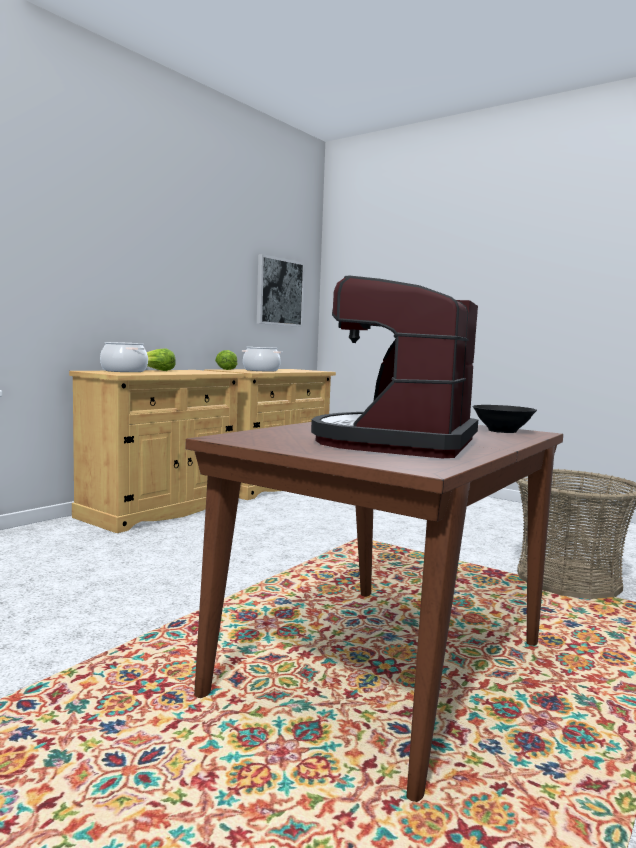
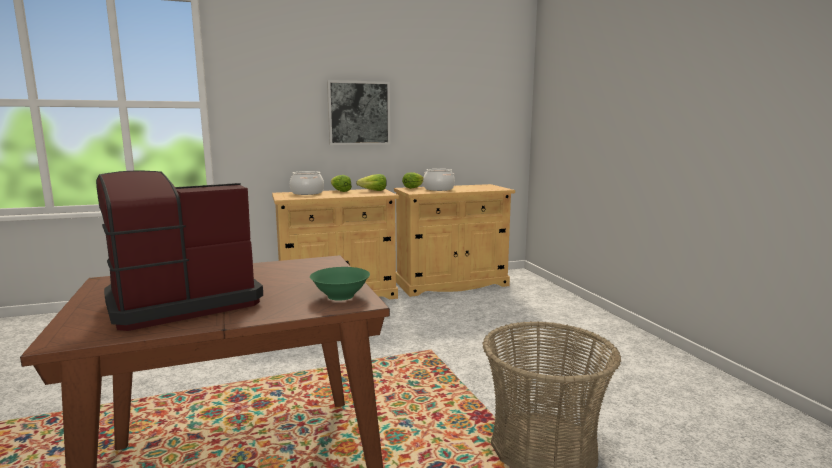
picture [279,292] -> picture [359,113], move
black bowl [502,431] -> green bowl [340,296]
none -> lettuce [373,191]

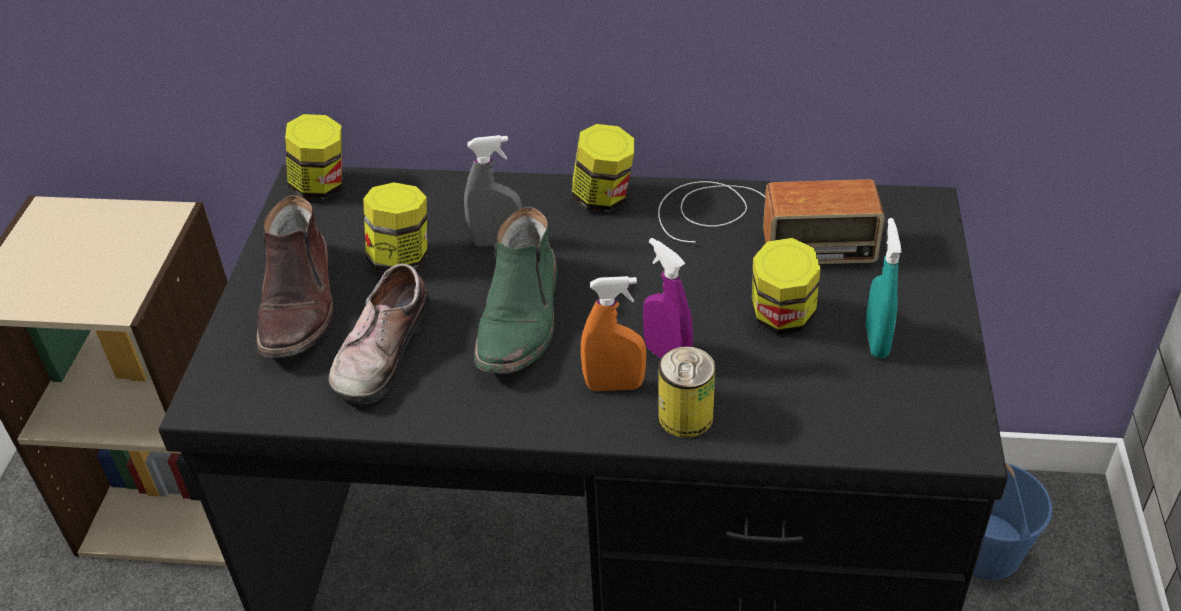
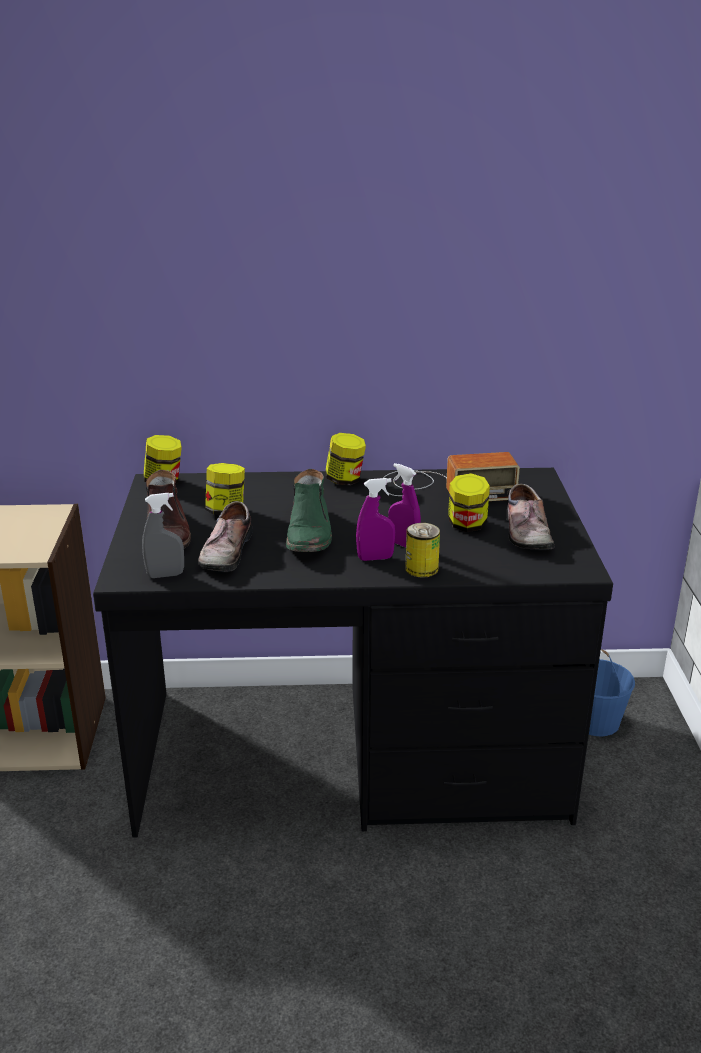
grey spray bottle [497,241] -> grey spray bottle [165,575], move
orange spray bottle [614,385] -> purple spray bottle [375,558]
turquoise spray bottle [876,341] -> shoe [525,532]

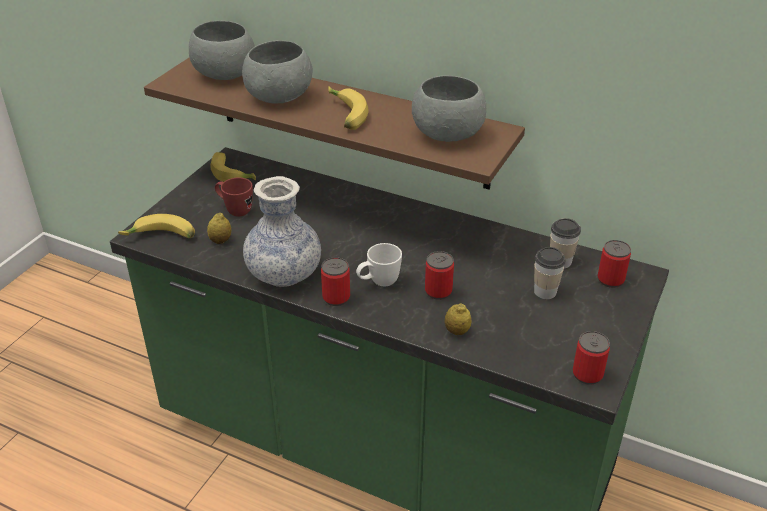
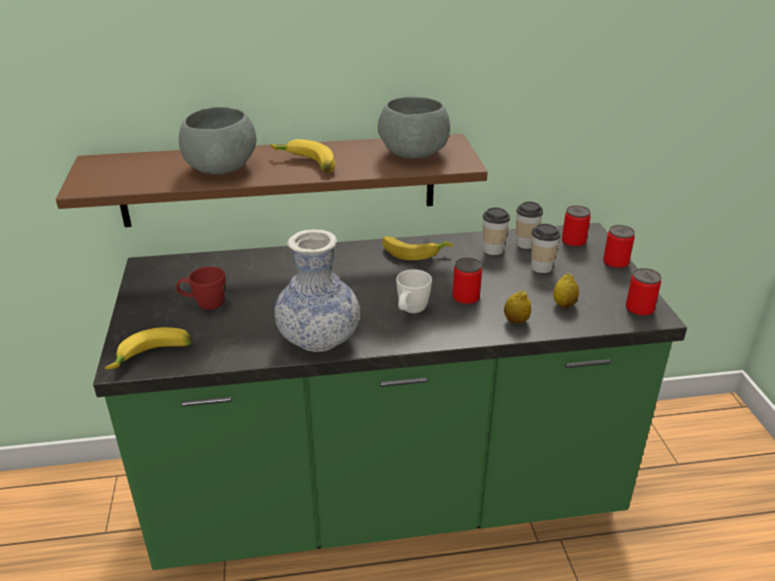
grey bowl [225,74] -> none
lemon [220,241] -> lemon [564,305], move
banana [233,174] -> banana [414,252], move
can [336,298] -> can [615,263], move
none -> cup [493,250]

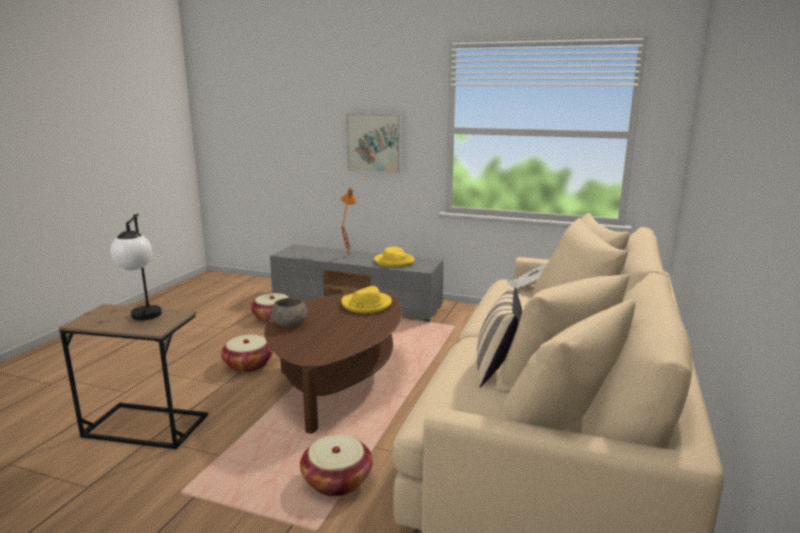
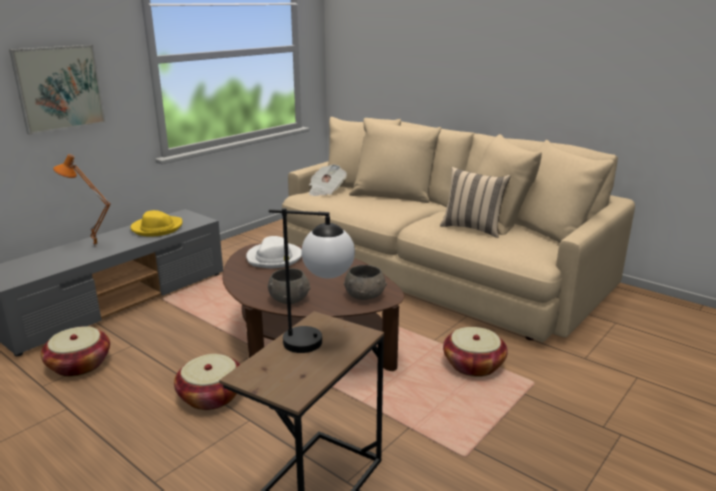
yellow hat [366,305] -> white hat [274,258]
none -> grey bowl [365,296]

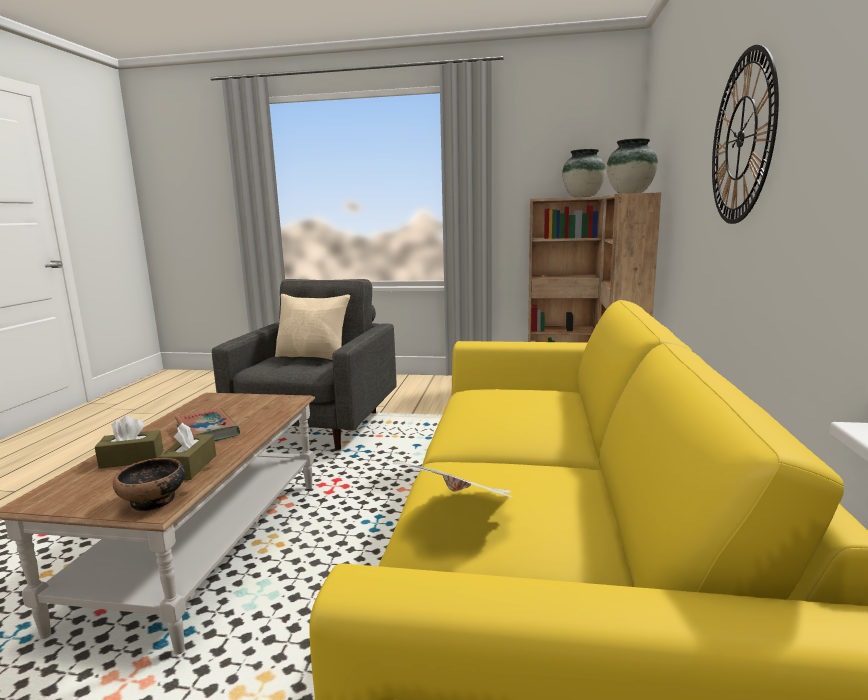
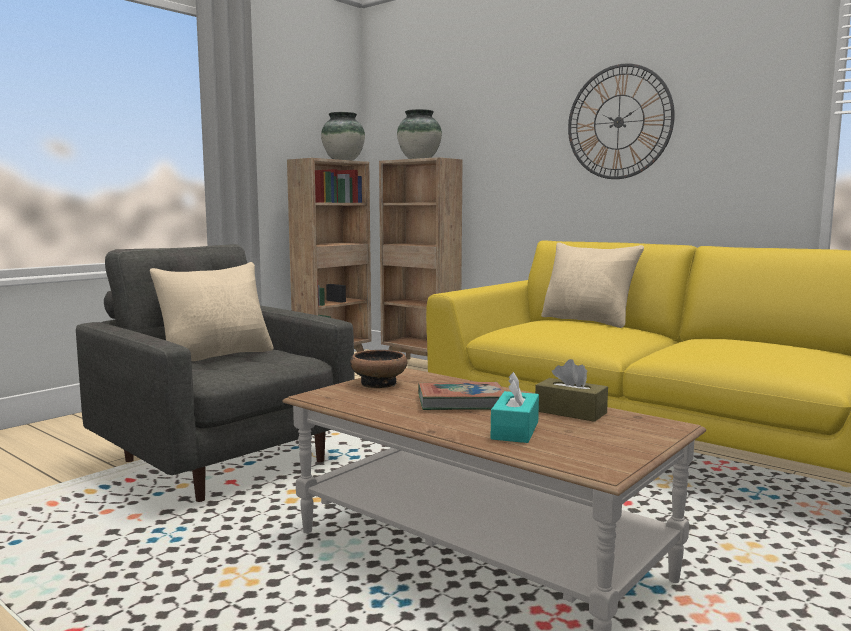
brown tissue box [132,459] -> turquoise tissue box [515,430]
bowl [154,501] -> bowl [379,383], move
newspaper [459,510] -> none
none -> beige pillow [588,321]

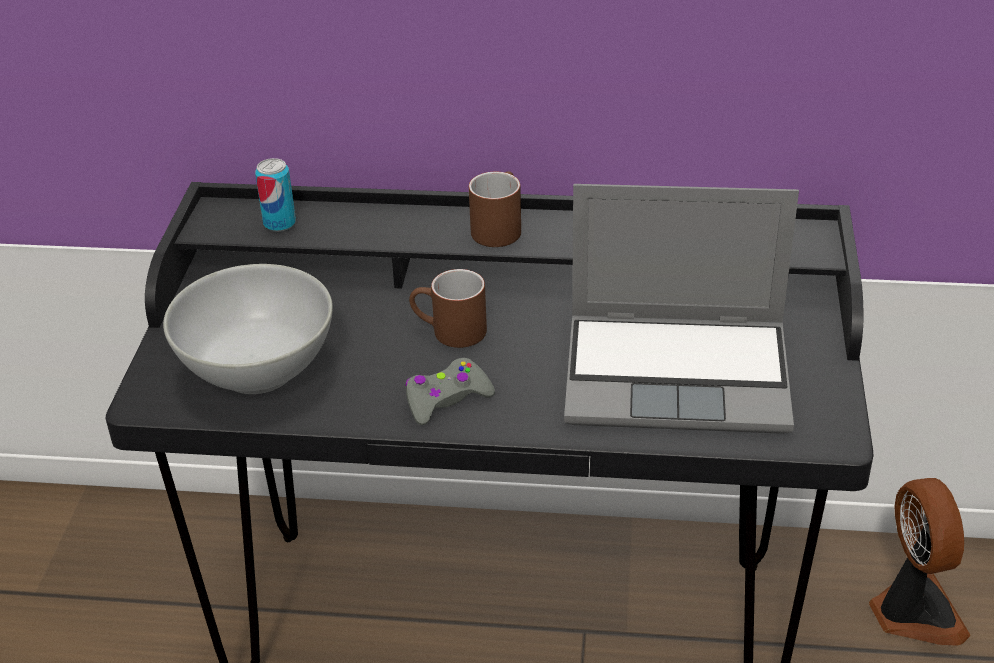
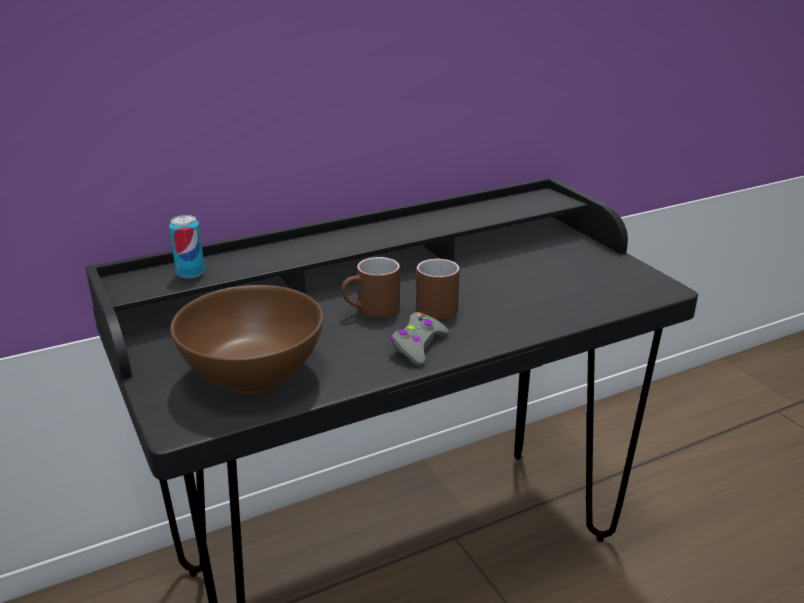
white bowl [258,370] -> brown bowl [254,375]
brown mug [498,227] -> brown mug [433,305], move
laptop [680,374] -> none
fan [913,612] -> none

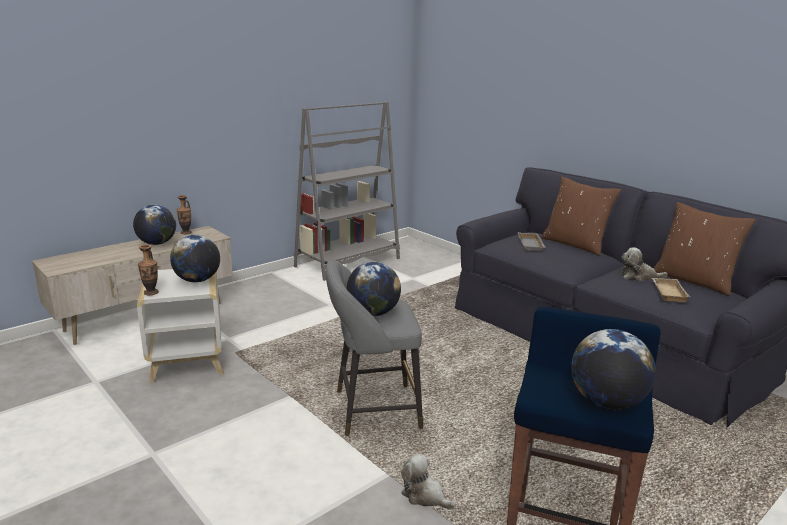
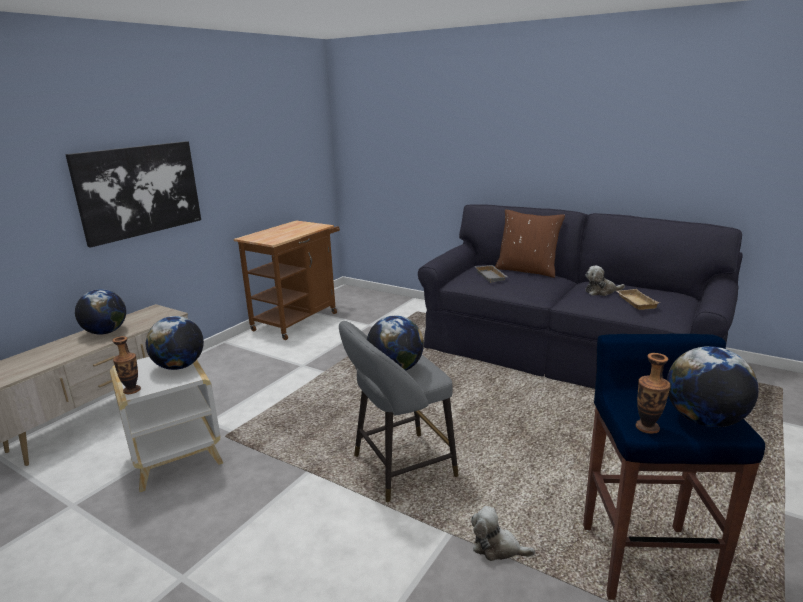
vase [186,233] -> vase [647,427], move
grey bookcase [348,262] -> brown cart [298,319]
brown pillow [694,280] -> none
none -> picture [139,190]

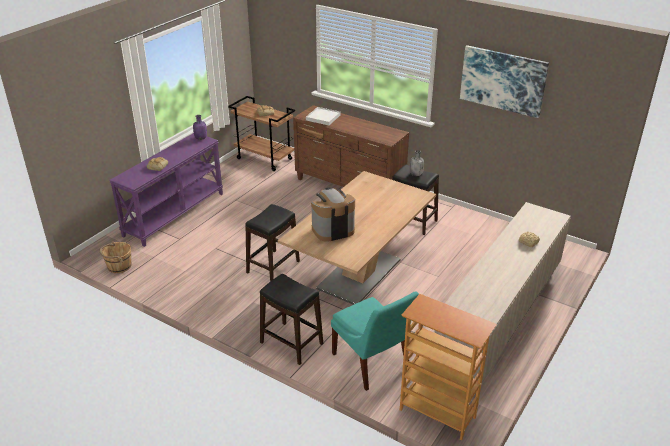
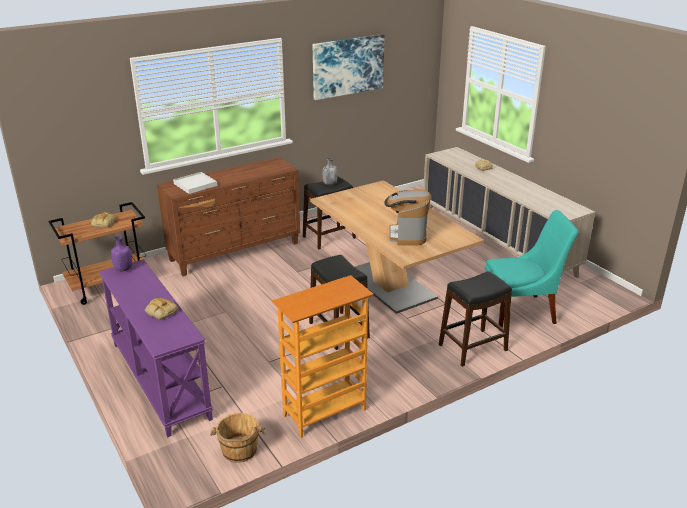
bookcase [436,414] -> bookcase [325,413], move

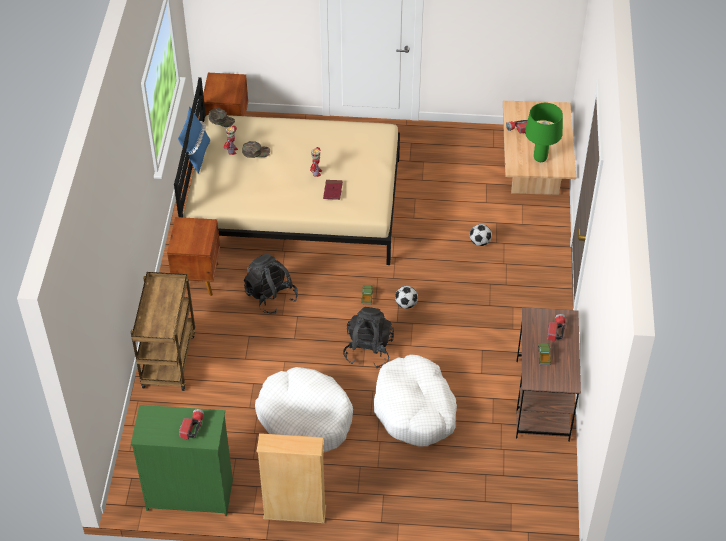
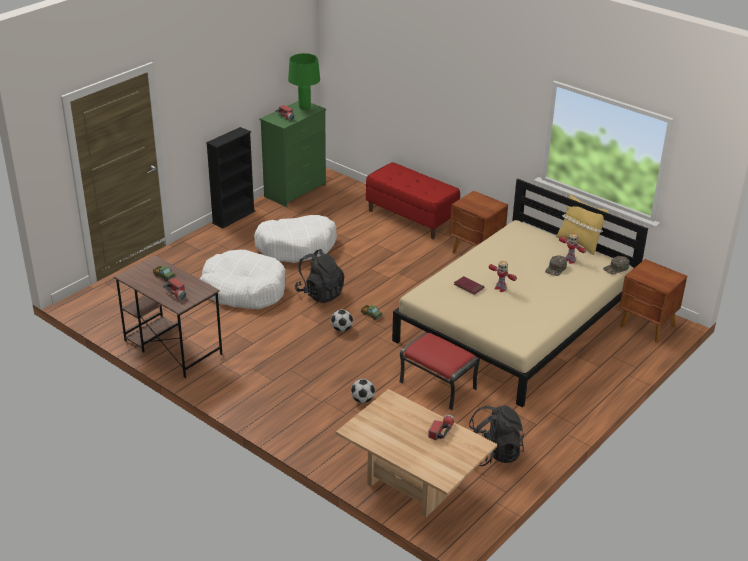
brown cart [168,359] -> red bench [411,218]
blue pillow [196,156] -> yellow pillow [579,243]
black backpack [271,296] -> black backpack [493,454], move
beige bookcase [294,512] -> black bookcase [233,217]
green table lamp [540,158] -> green table lamp [304,108], move
none -> red ottoman [438,386]

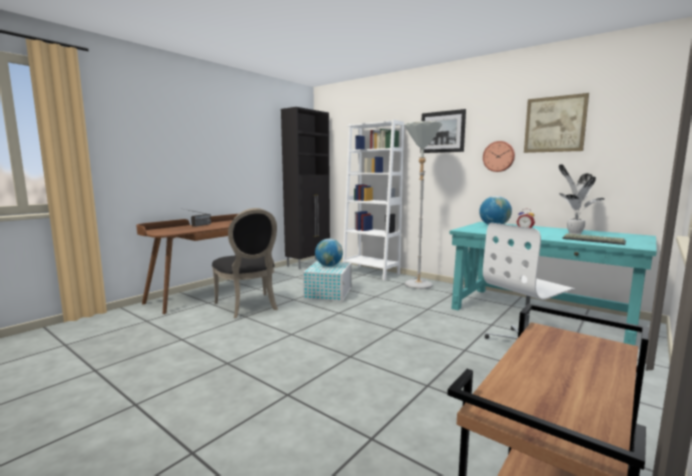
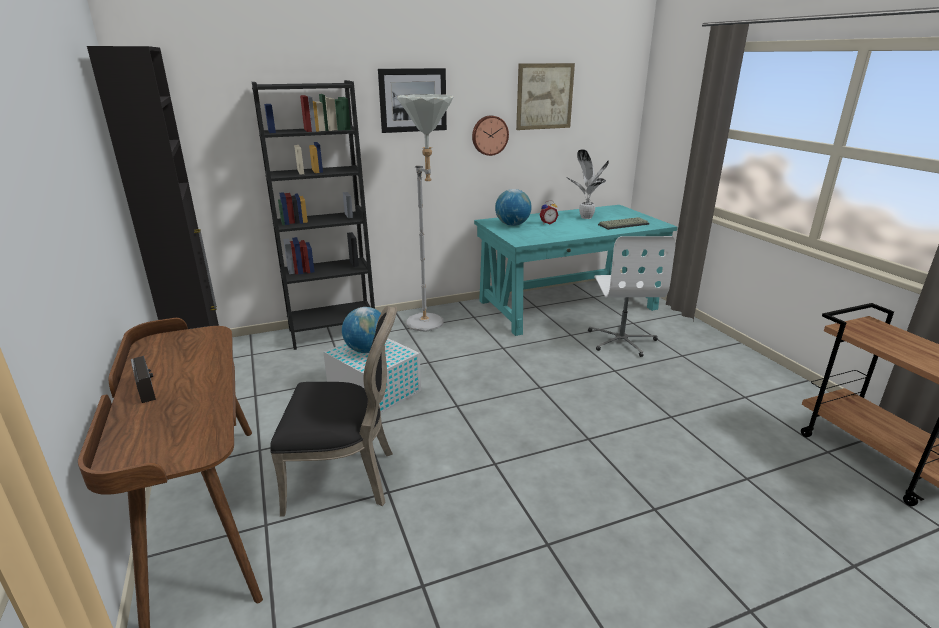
white bookcase [370,272] -> black bookcase [332,332]

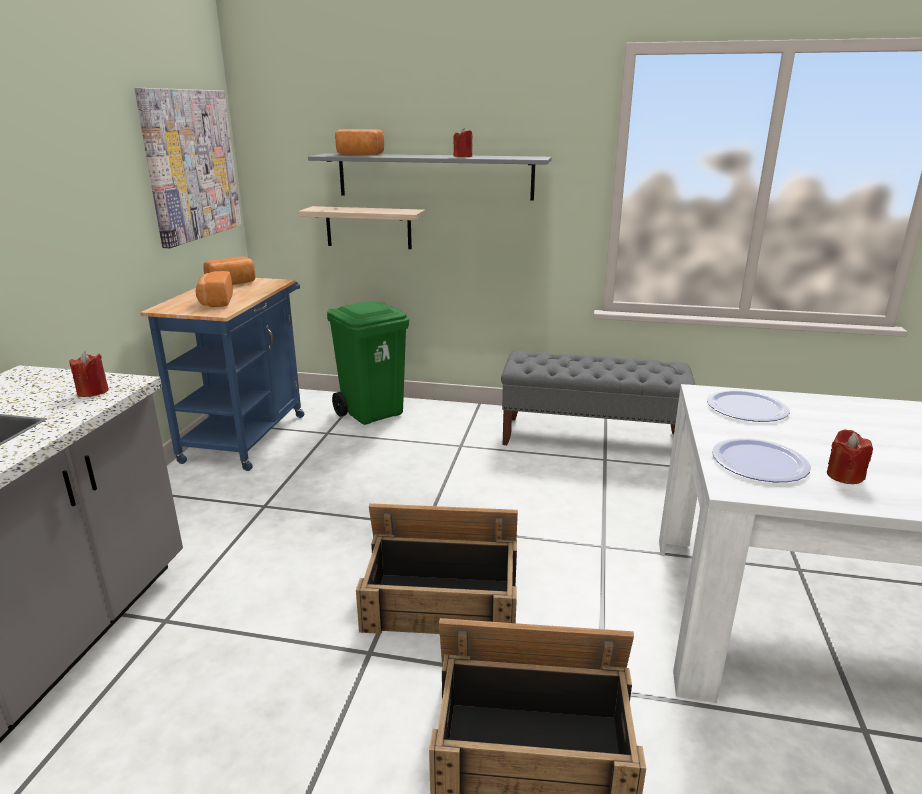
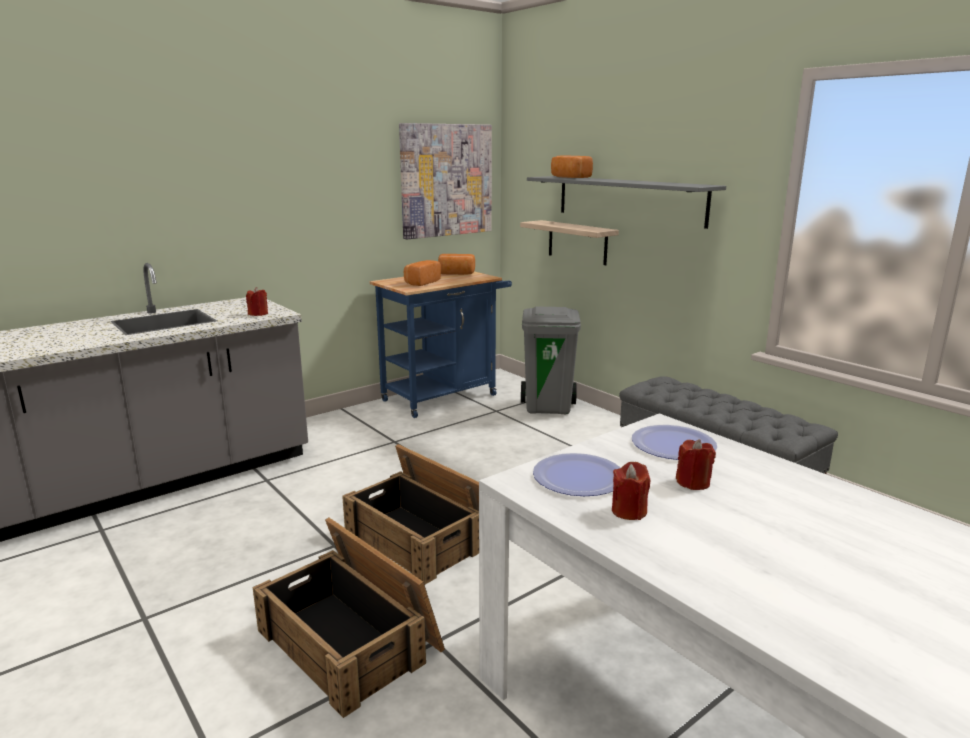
green trash can [373,413] -> grey trash can [548,407]
red candle [463,157] -> red candle [693,483], move

